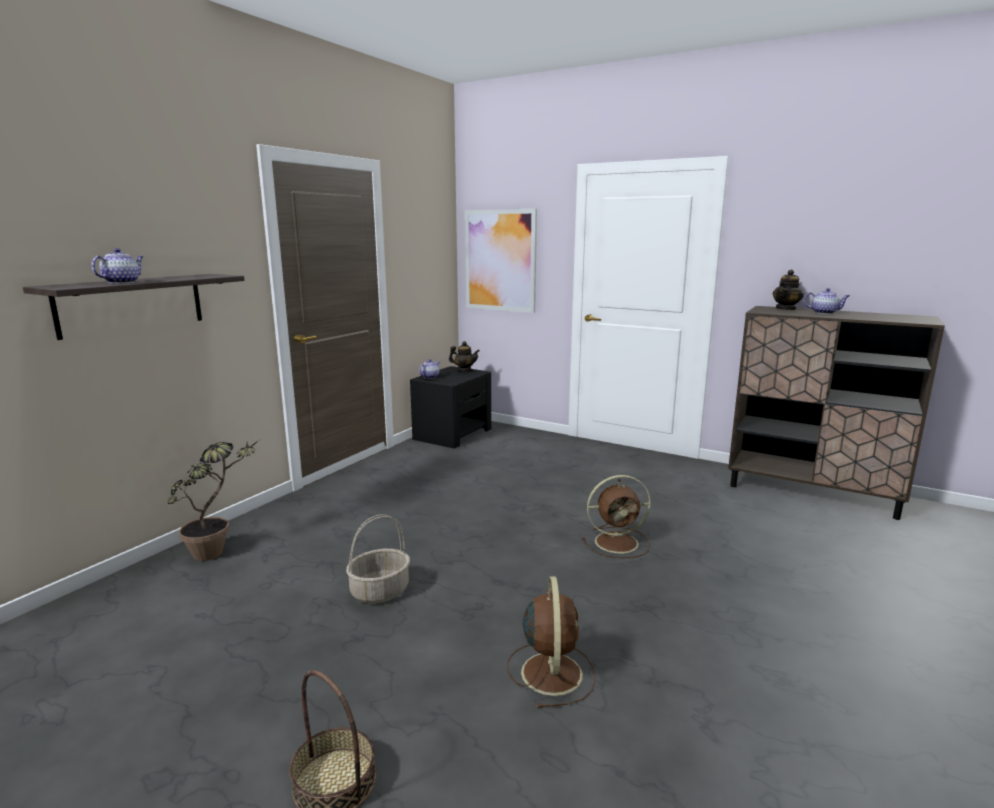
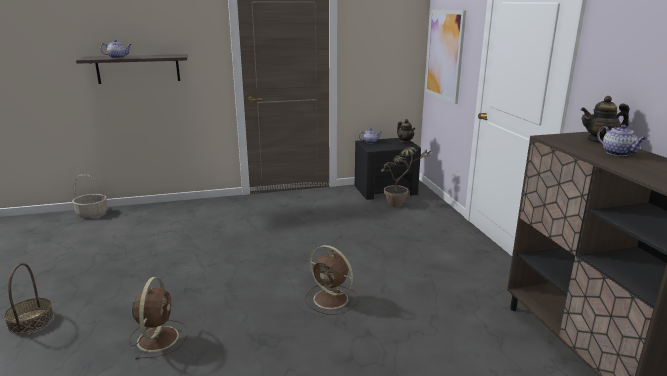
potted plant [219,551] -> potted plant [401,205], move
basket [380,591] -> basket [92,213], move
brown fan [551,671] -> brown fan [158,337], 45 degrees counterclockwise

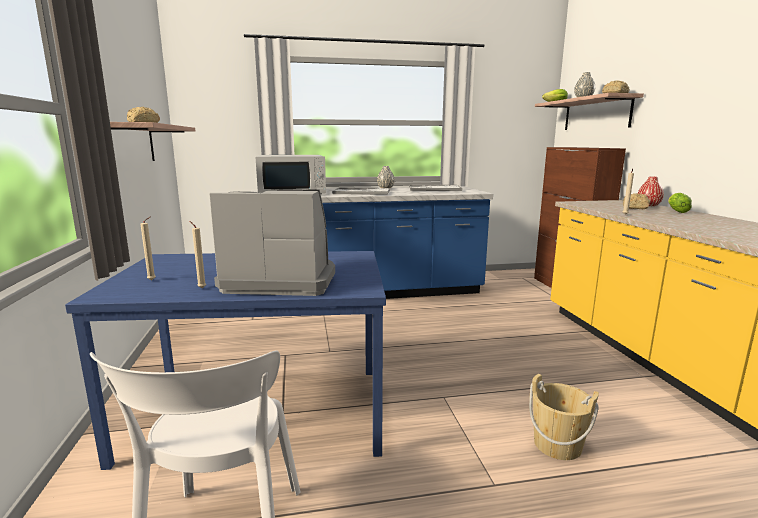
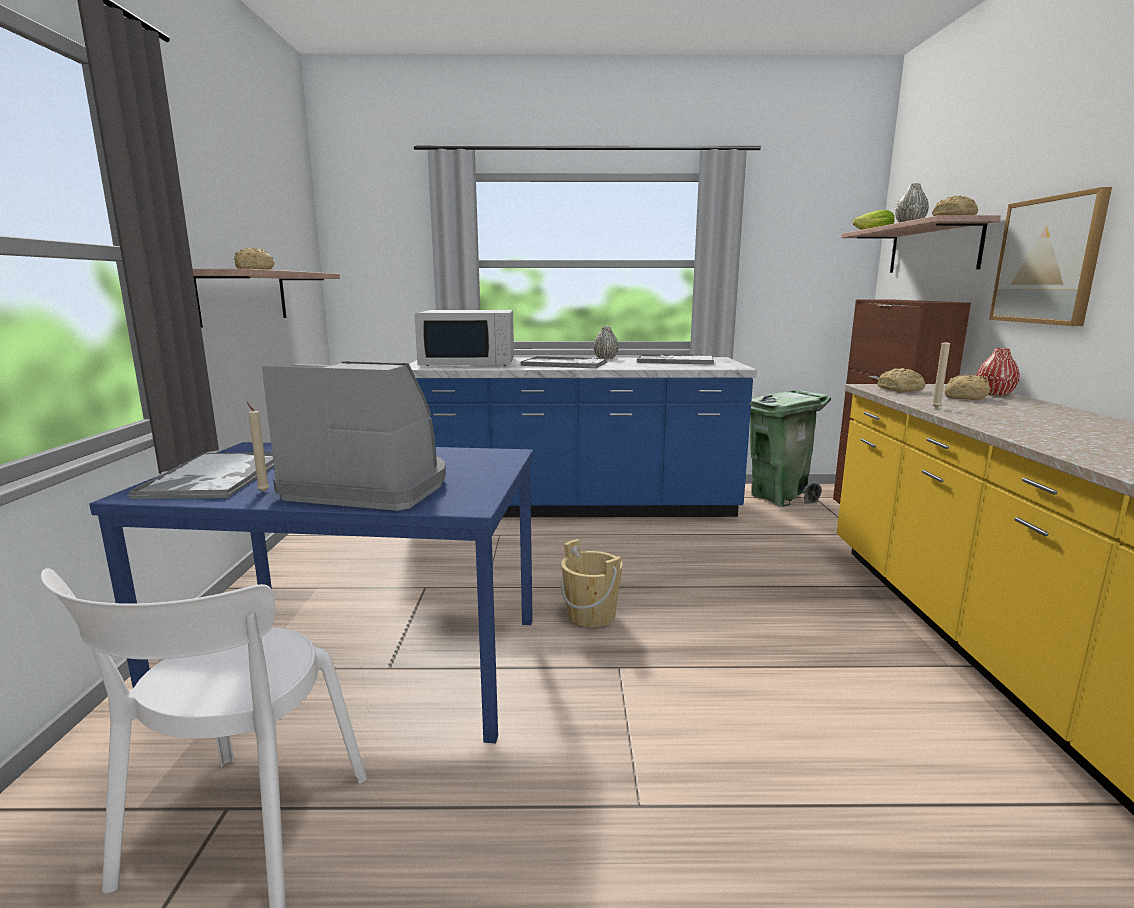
beige candle [153,280] -> tray [215,477]
beige bucket [557,445] -> beige bucket [591,615], move
lettuce [676,211] -> none
none -> green trash can [779,497]
none -> bread [901,389]
none -> picture [1047,261]

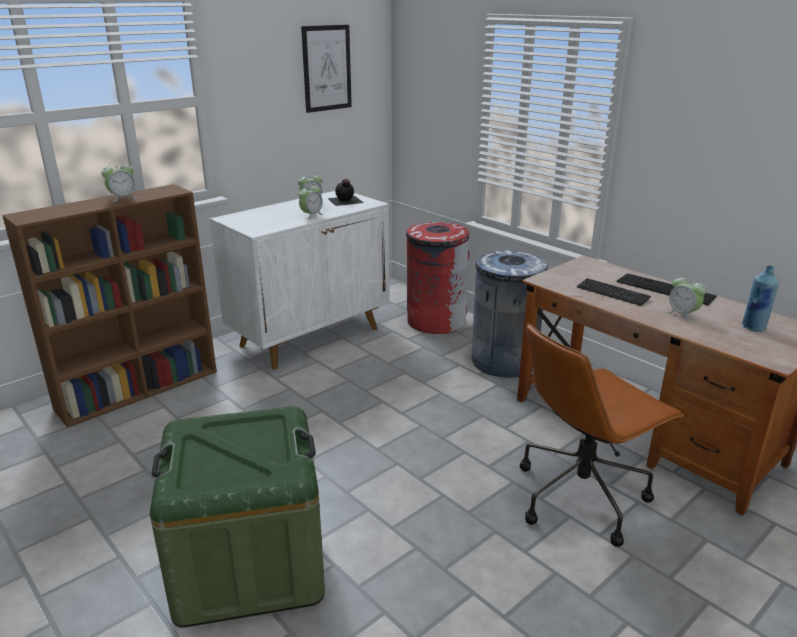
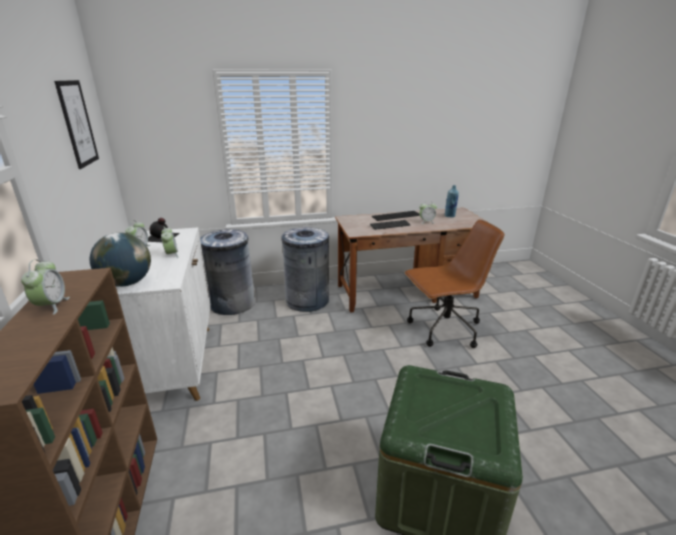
red trash can [436,321] -> grey trash can [232,303]
brown office chair [581,496] -> brown office chair [444,329], 105 degrees counterclockwise
none -> globe [126,283]

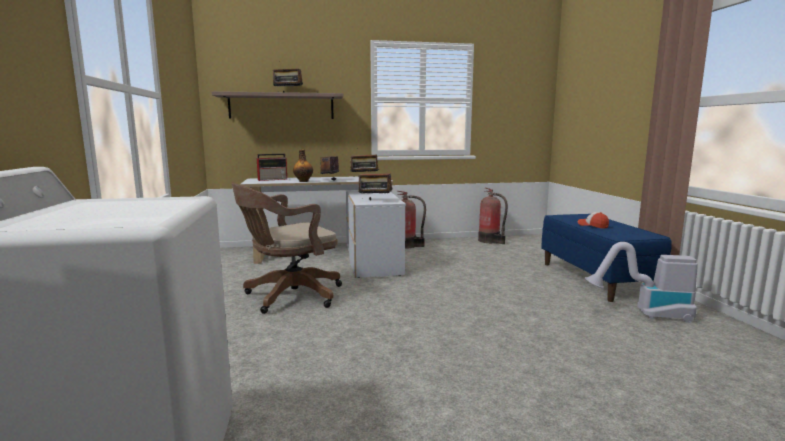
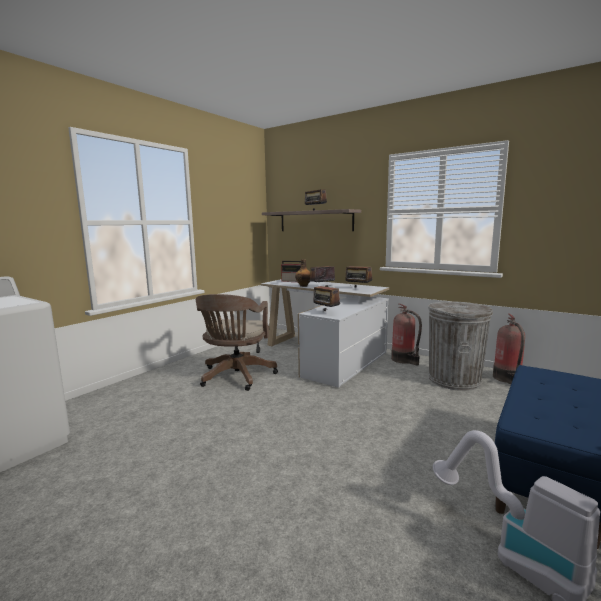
brown office chair [289,296] -> brown office chair [236,377], 90 degrees counterclockwise
cap [592,226] -> none
none -> grey trash can [454,380]

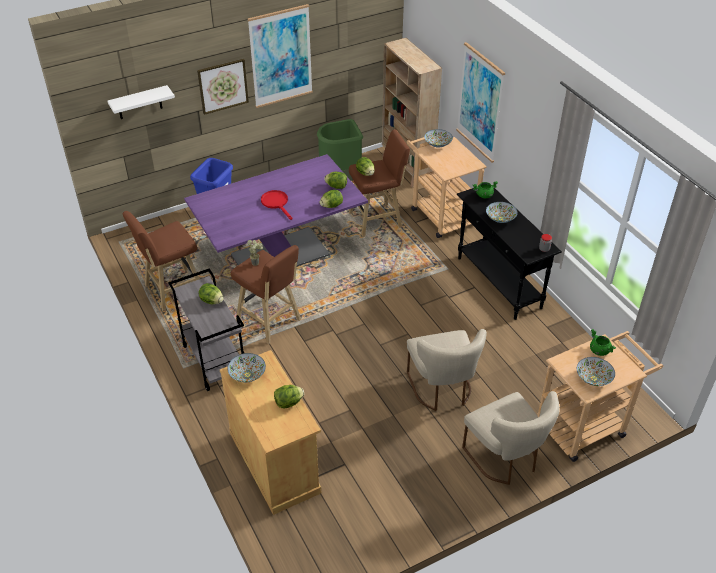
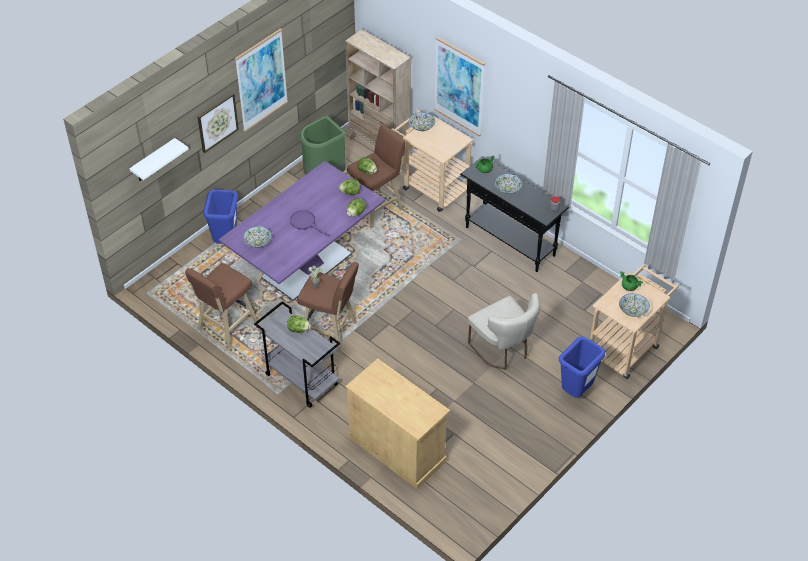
bowl [247,375] -> bowl [258,242], move
red frying pan [276,203] -> purple frying pan [306,223]
lettuce [288,403] -> none
beige chair [506,459] -> blue trash can [576,392]

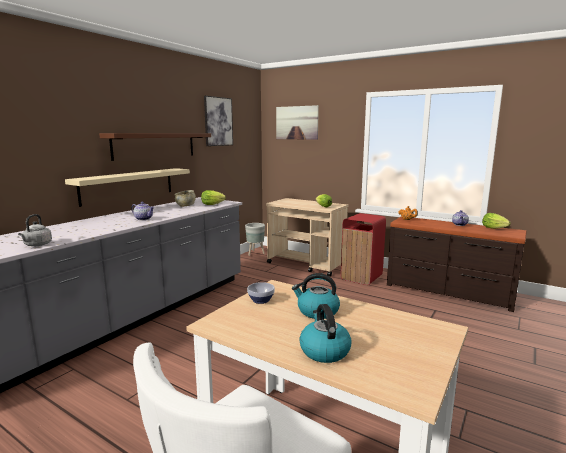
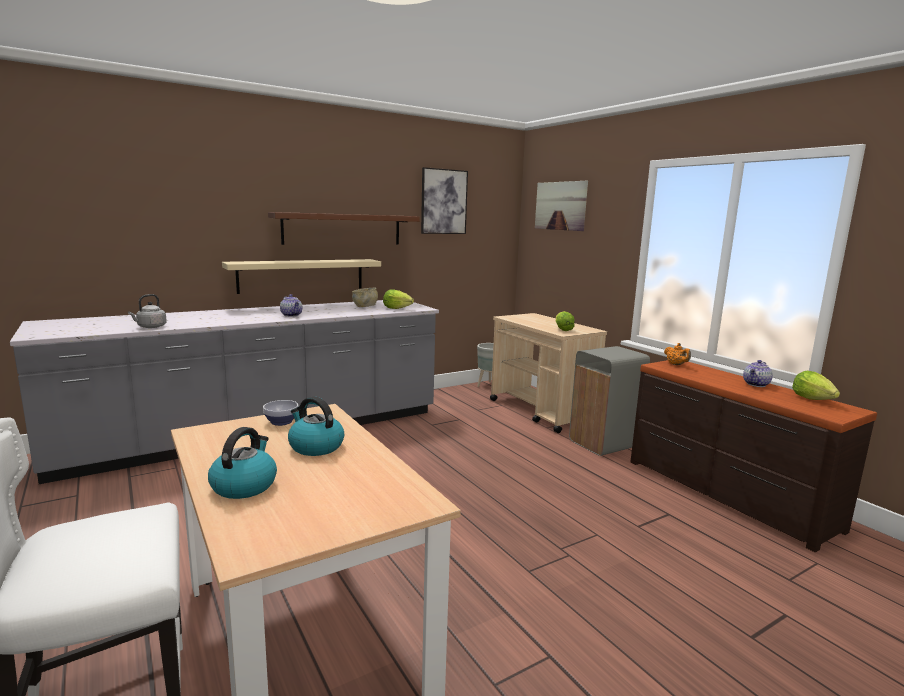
red trash can [362,277] -> grey trash can [604,444]

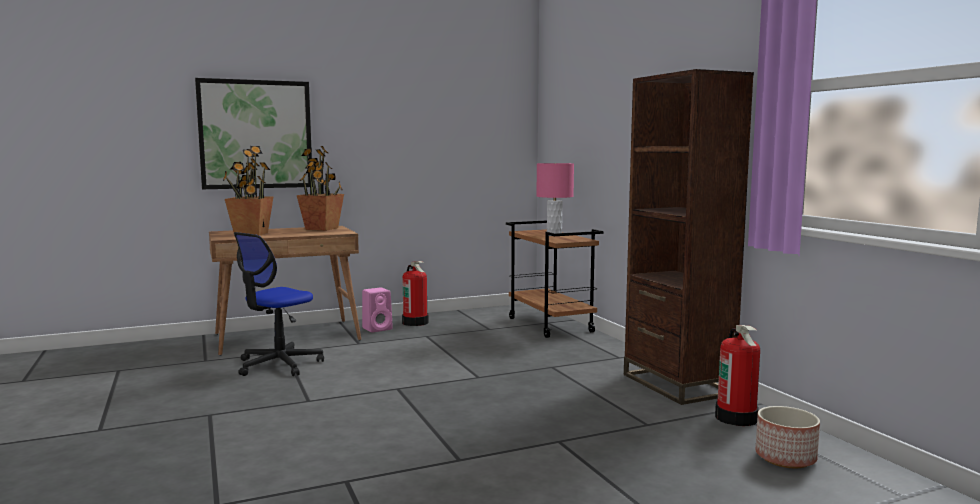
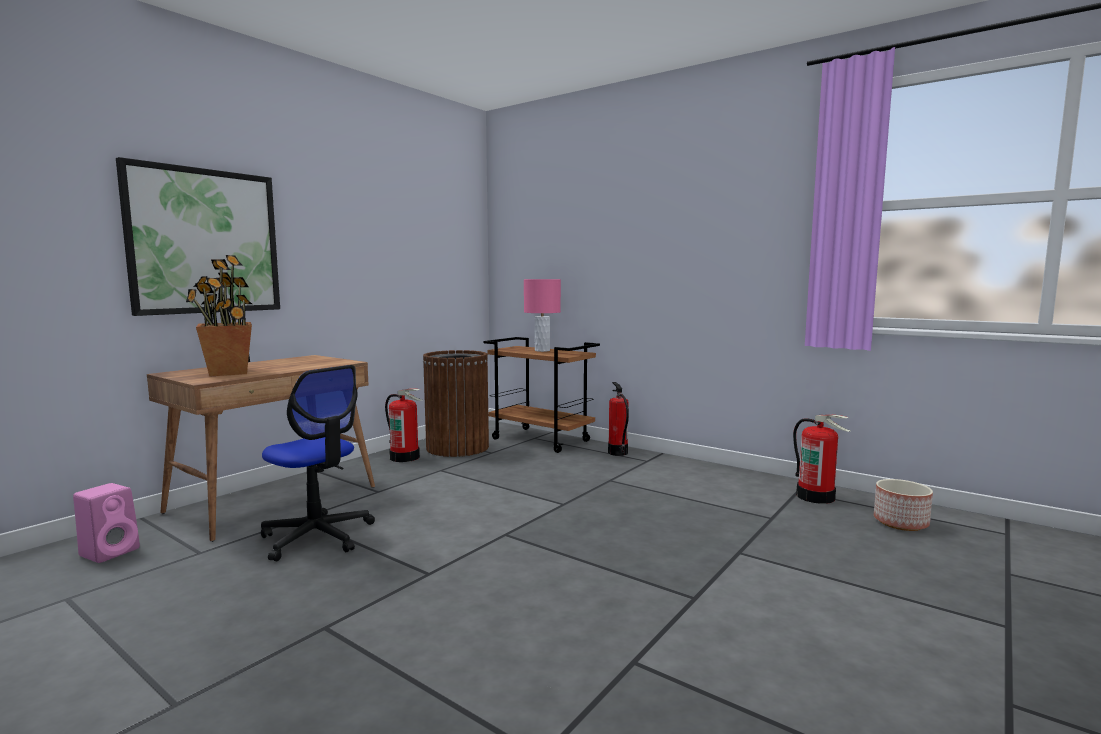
office chair [278,365] -> office chair [317,536], 60 degrees counterclockwise
potted plant [321,229] -> none
pink speaker [378,328] -> pink speaker [111,551], move
brown bookcase [677,384] -> none
none -> brown trash can [457,447]
none -> fire extinguisher [617,453]

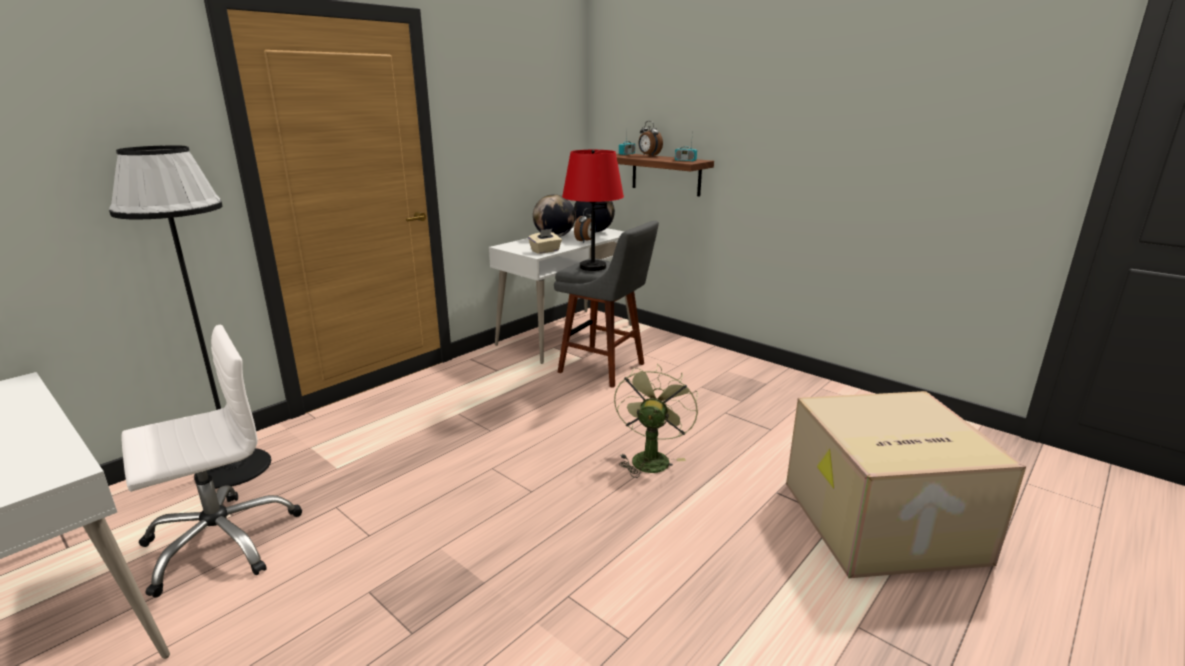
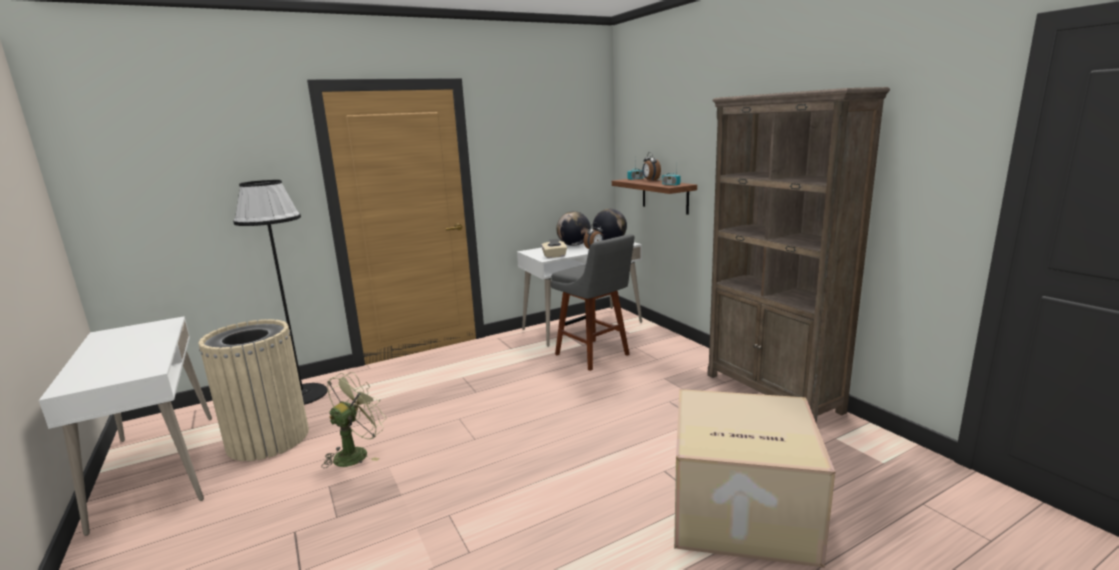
white office chair [221,541] -> beige trash can [268,439]
red table lamp [592,267] -> none
green fan [650,457] -> green fan [356,453], move
none -> brown bookcase [772,393]

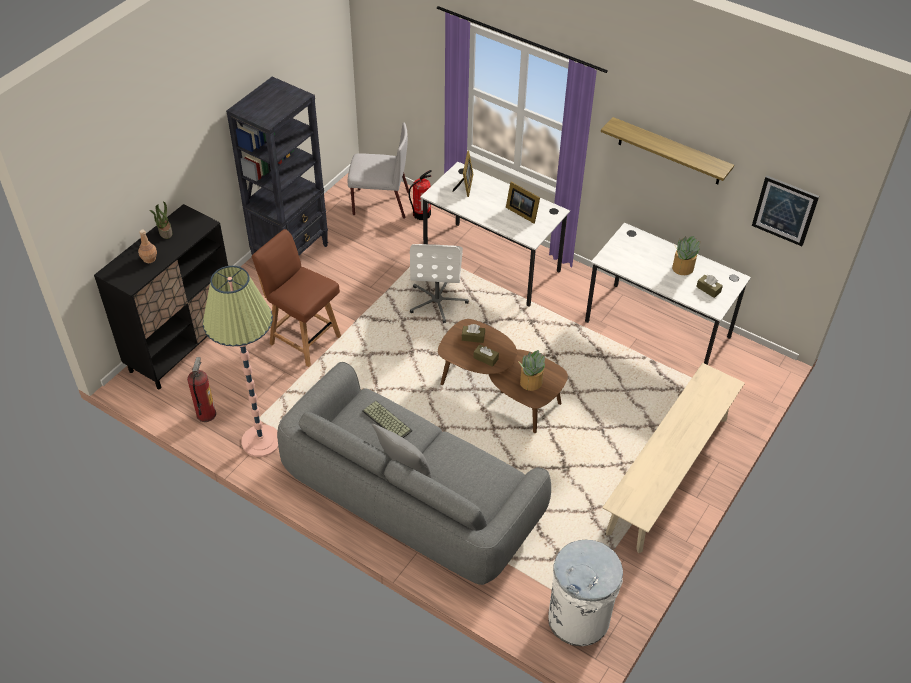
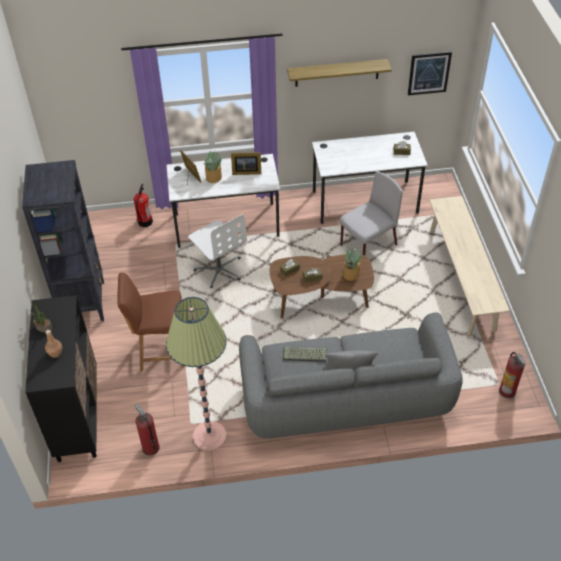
grey chair [380,203] -> grey chair [367,245], move
white trash can [579,618] -> fire extinguisher [507,391]
potted plant [682,268] -> potted plant [213,178], move

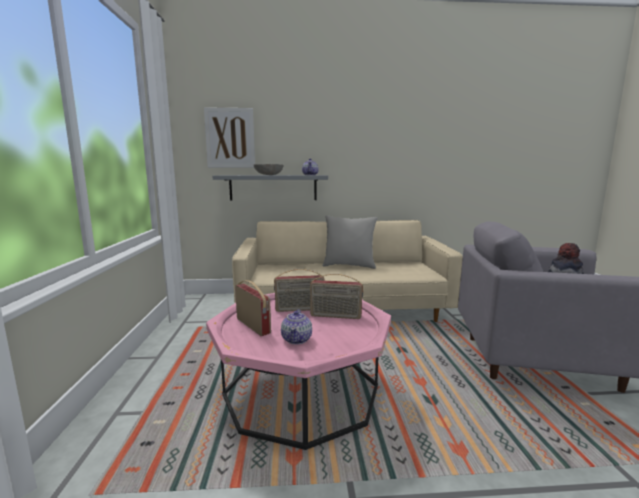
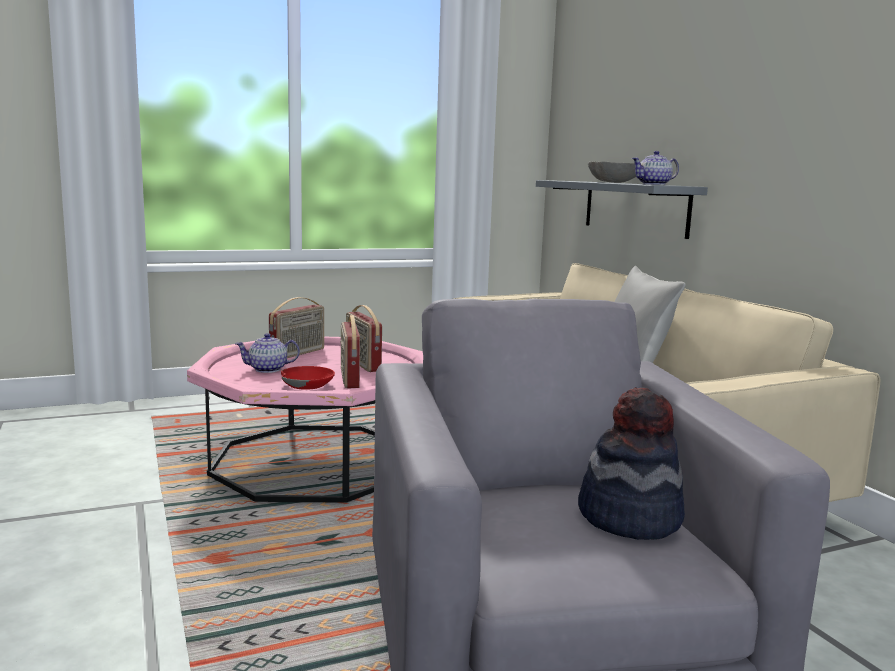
picture [230,138] -> none
none -> red bowl [307,385]

